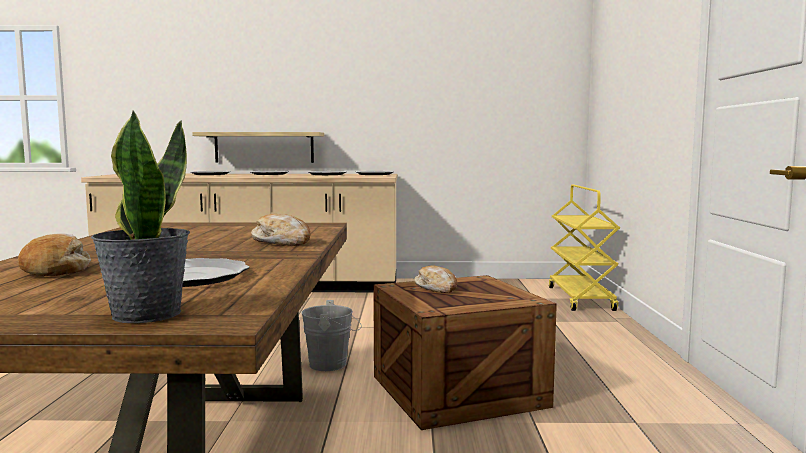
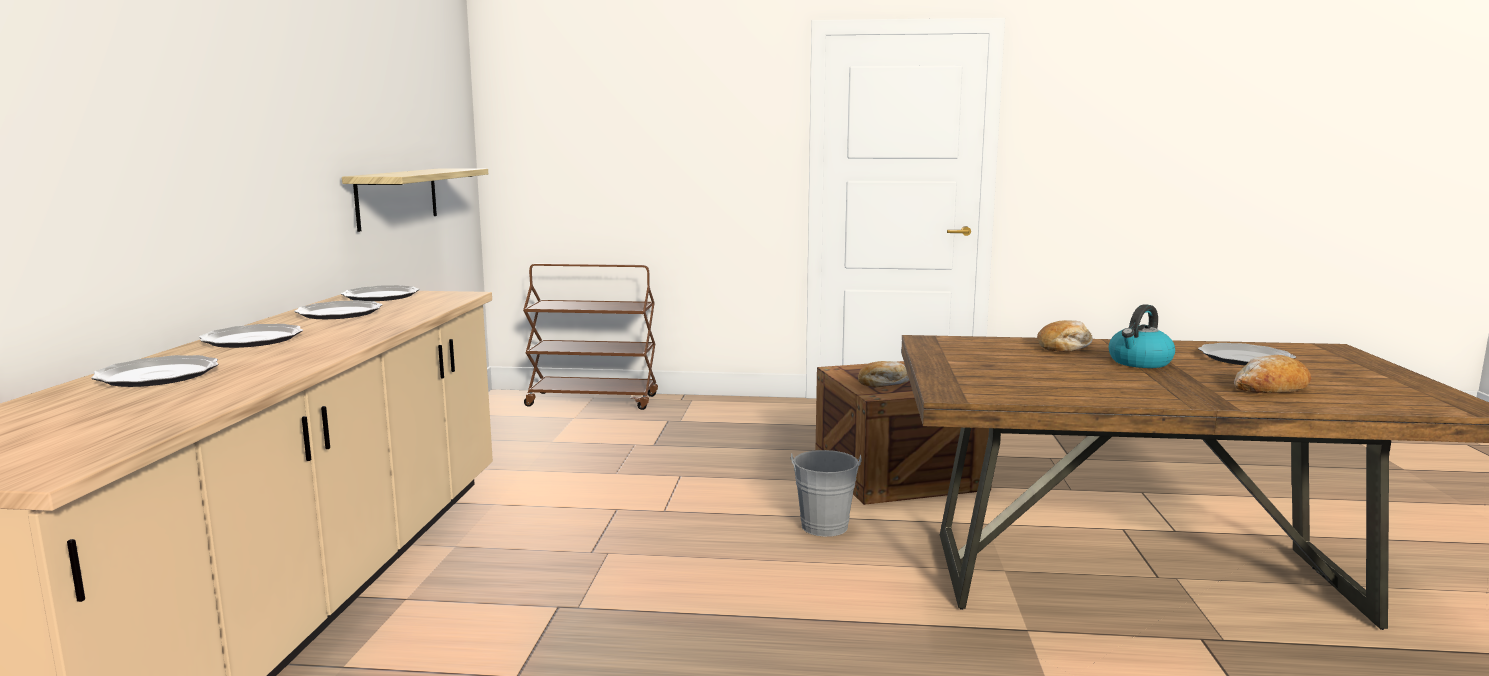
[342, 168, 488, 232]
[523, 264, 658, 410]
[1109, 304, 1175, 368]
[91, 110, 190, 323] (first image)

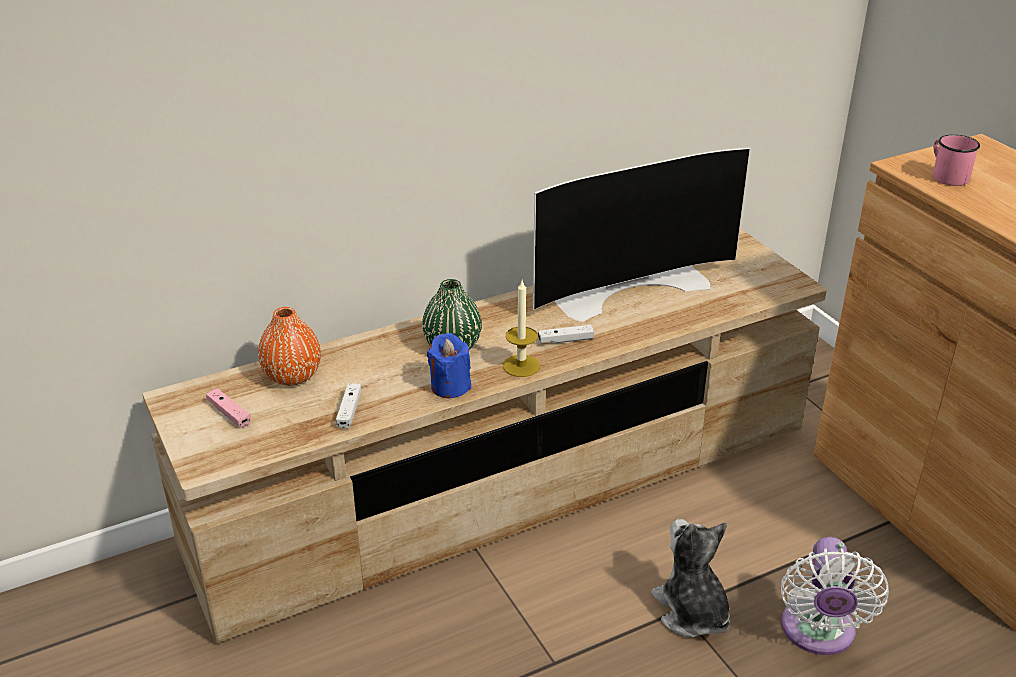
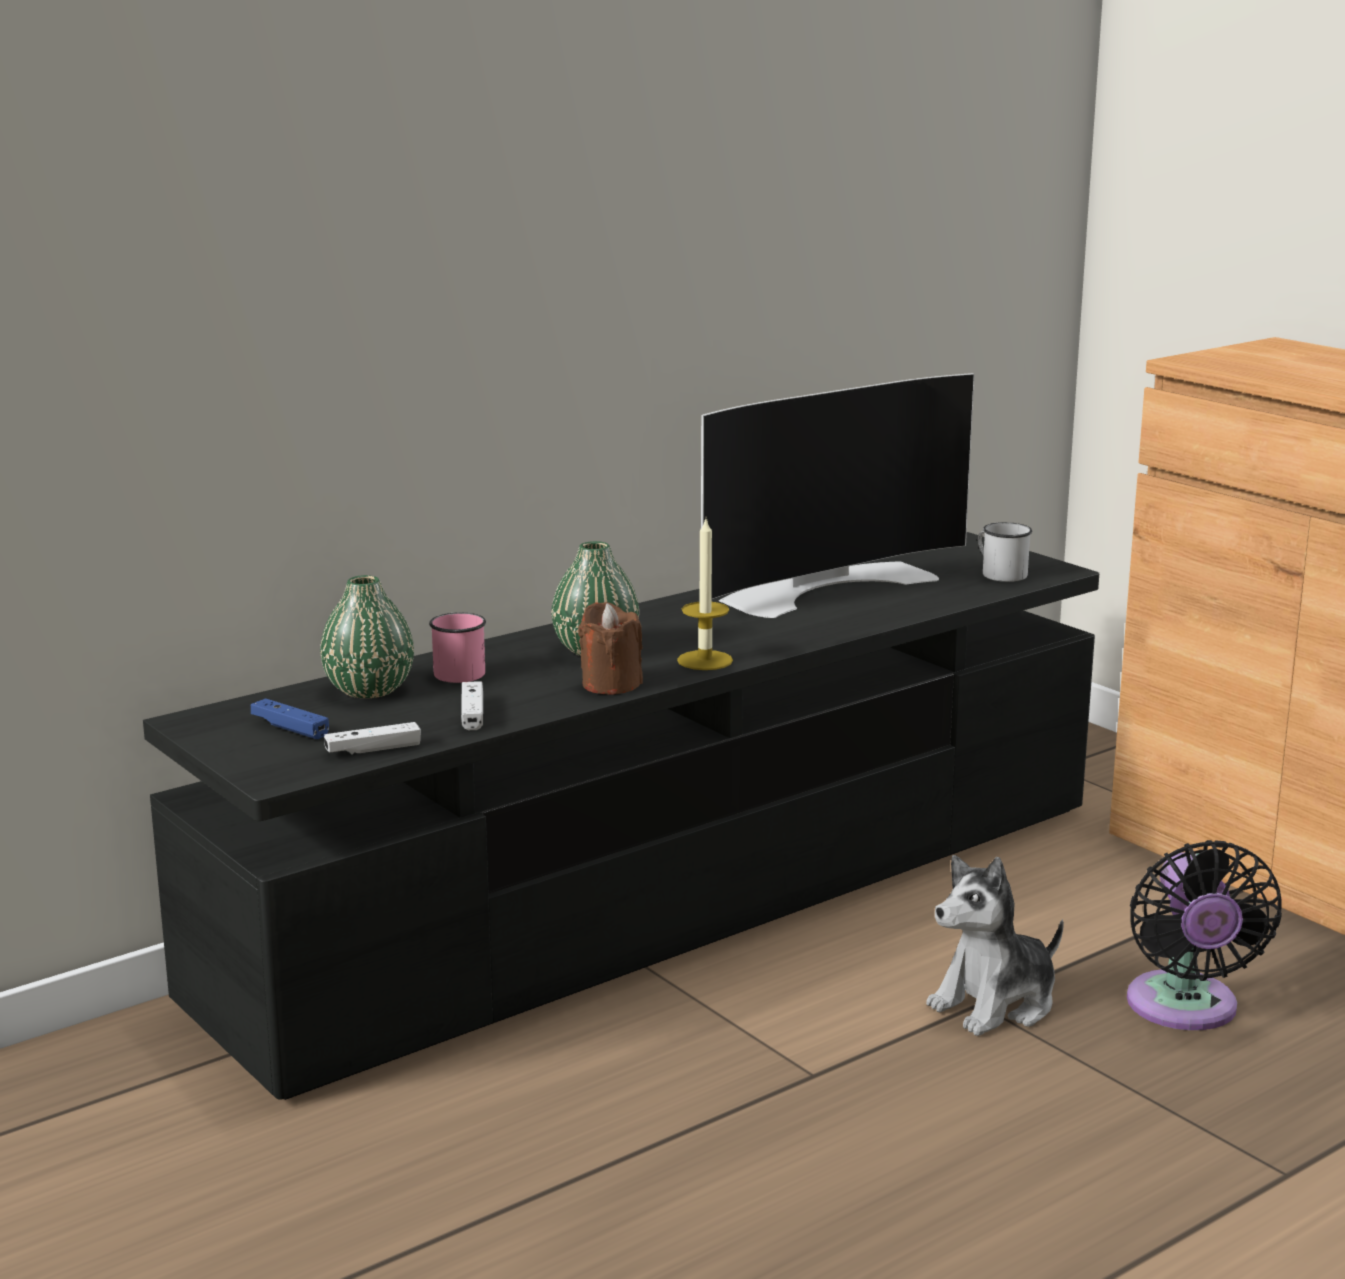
[143, 532, 1099, 1100]
[251, 698, 329, 739]
[320, 575, 414, 698]
[324, 722, 421, 755]
[429, 612, 486, 683]
[578, 602, 643, 695]
[926, 855, 1064, 1036]
[978, 522, 1032, 582]
[1127, 840, 1282, 1030]

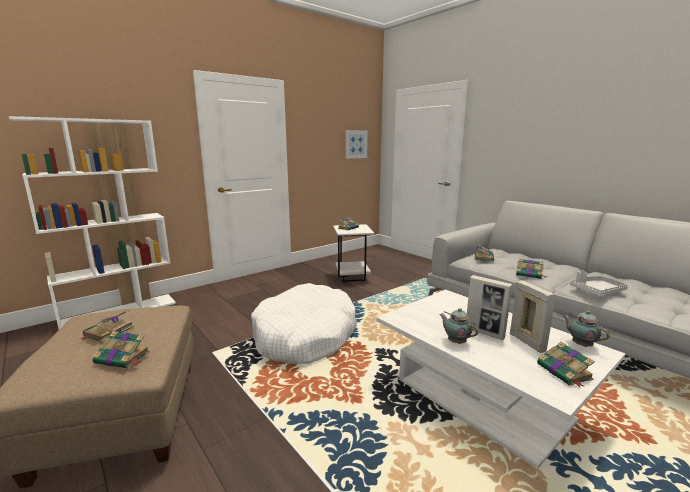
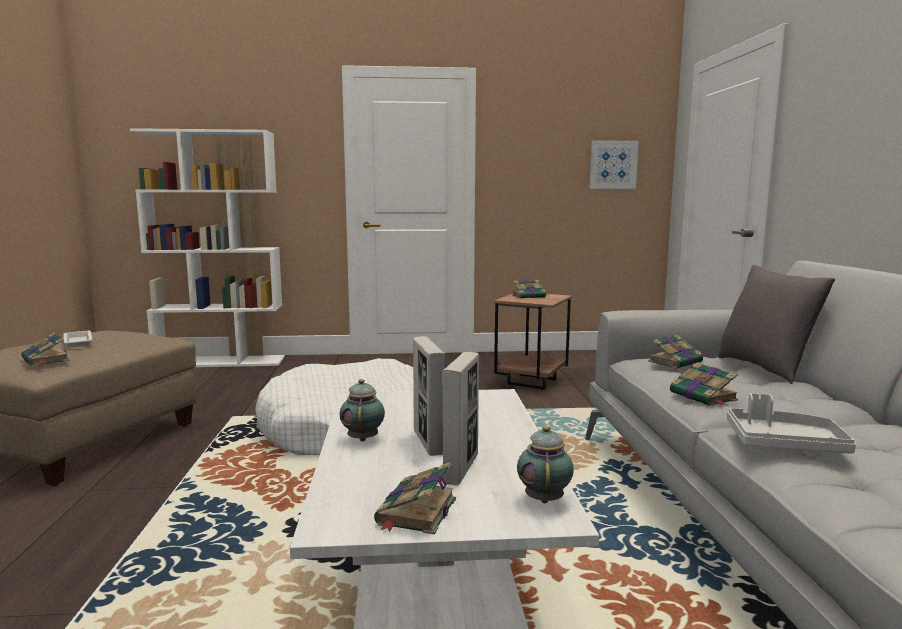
[63, 331, 93, 347]
[494, 294, 572, 390]
[718, 265, 835, 384]

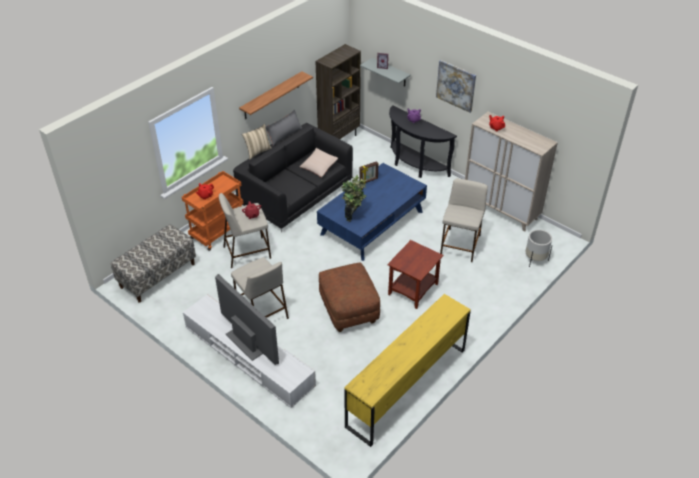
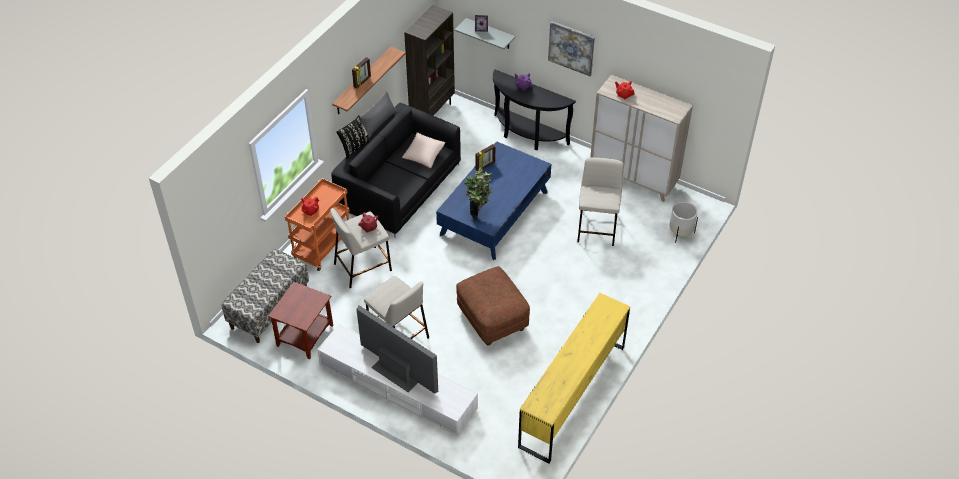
[268, 282, 333, 359]
[337, 115, 369, 159]
[352, 57, 371, 89]

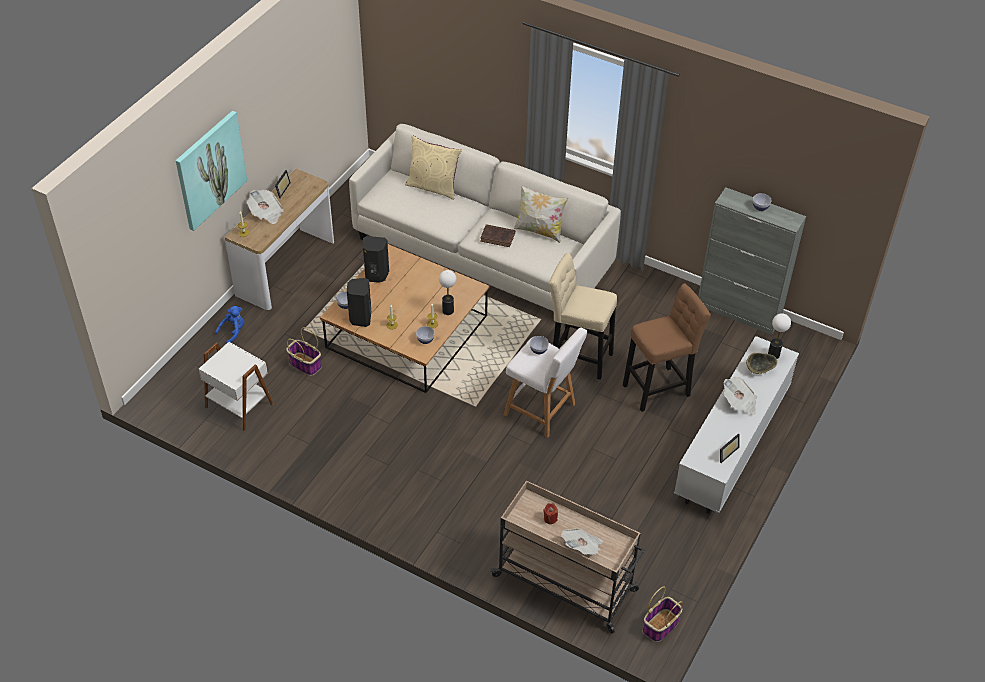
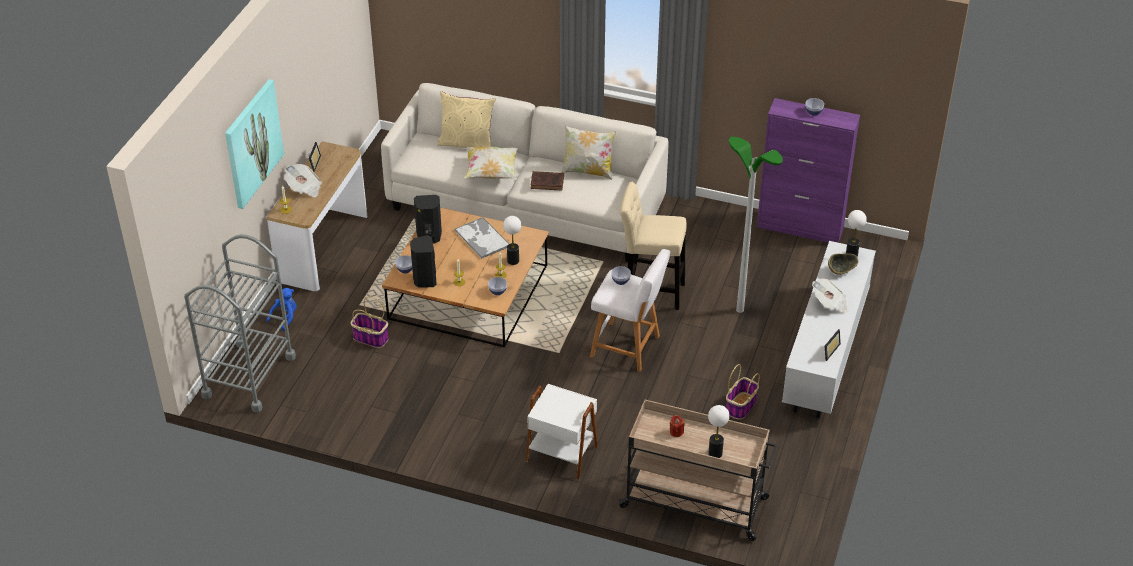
[184, 234, 296, 412]
[455, 217, 509, 259]
[464, 146, 518, 179]
[526, 384, 598, 479]
[708, 405, 730, 458]
[726, 364, 760, 420]
[729, 137, 783, 313]
[757, 98, 860, 243]

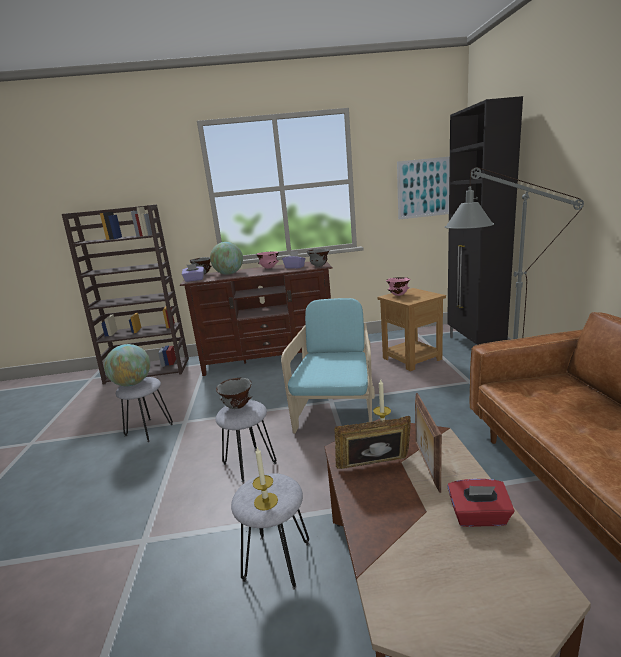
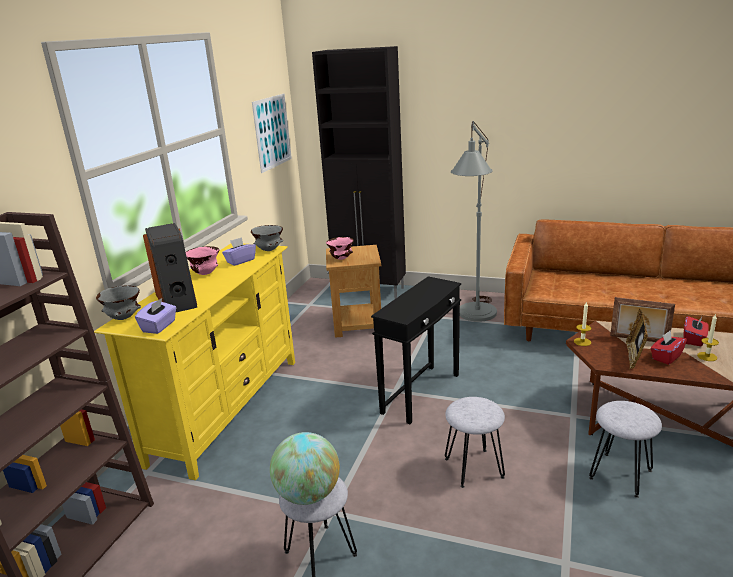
[94, 244, 295, 480]
[143, 223, 197, 312]
[371, 276, 461, 424]
[651, 330, 687, 365]
[697, 314, 719, 361]
[216, 378, 252, 409] (first image)

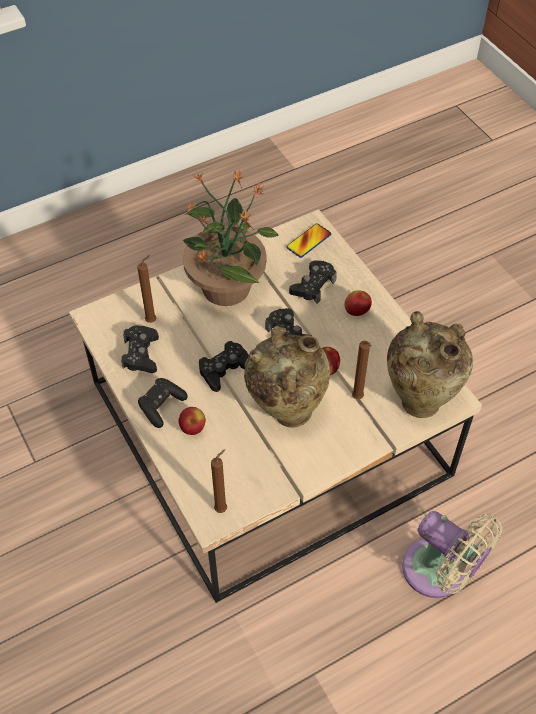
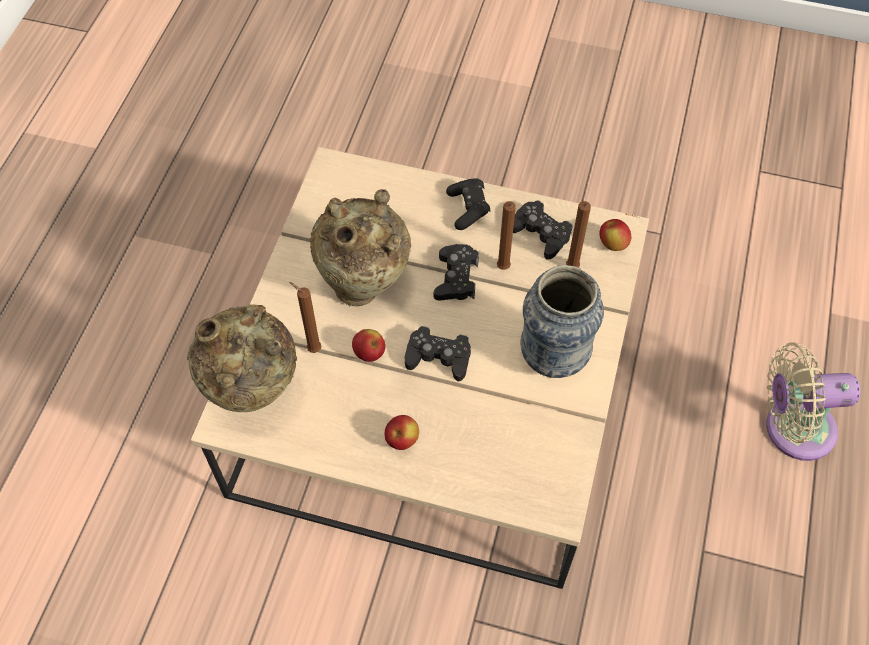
[497, 201, 516, 270]
[520, 265, 604, 378]
[599, 219, 631, 251]
[766, 342, 861, 461]
[286, 223, 331, 258] (first image)
[289, 260, 337, 304] (first image)

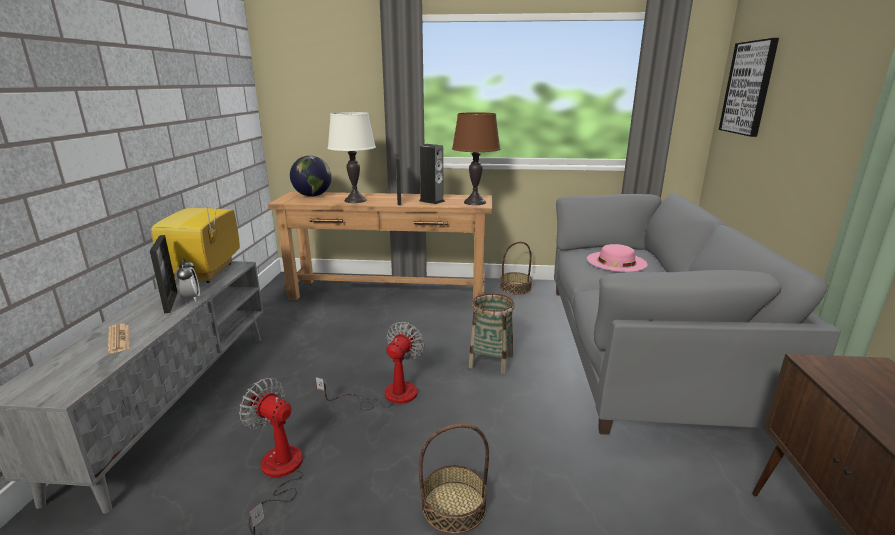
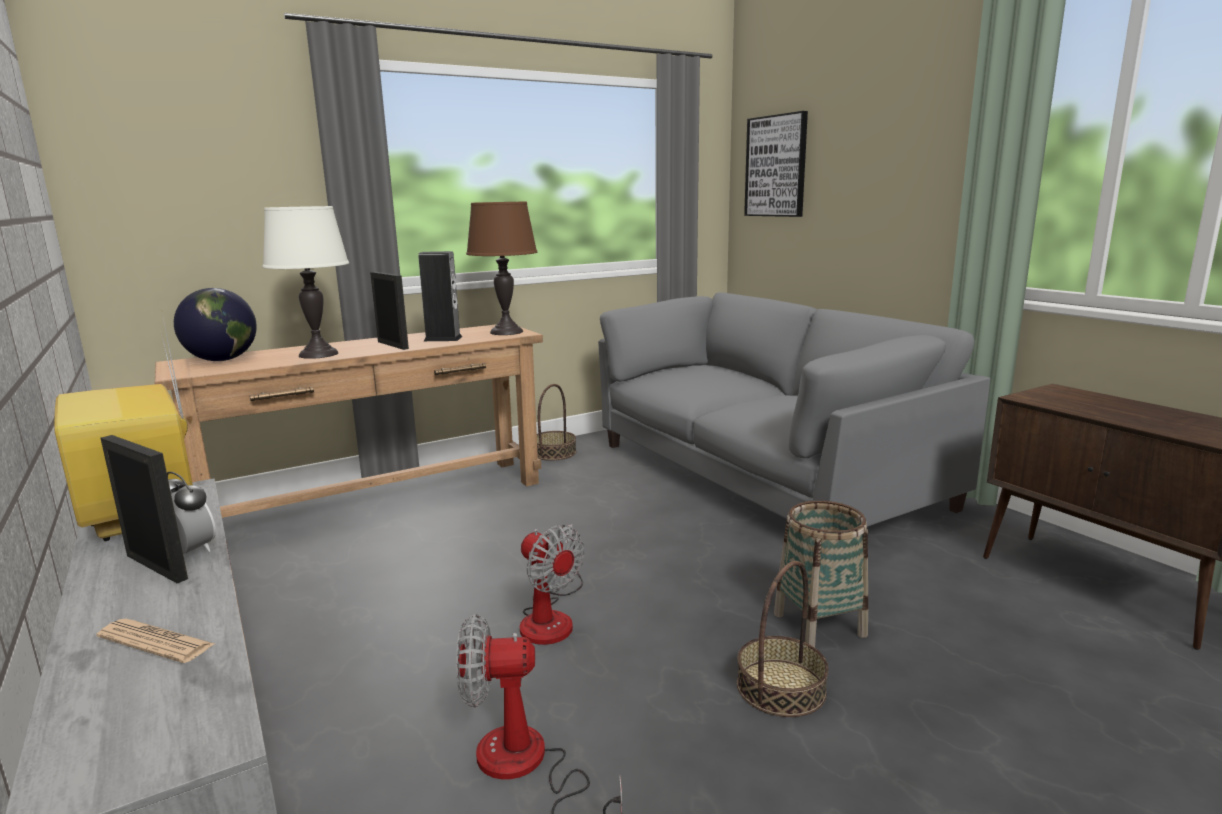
[520, 524, 584, 645]
[774, 501, 868, 648]
[587, 244, 648, 272] (first image)

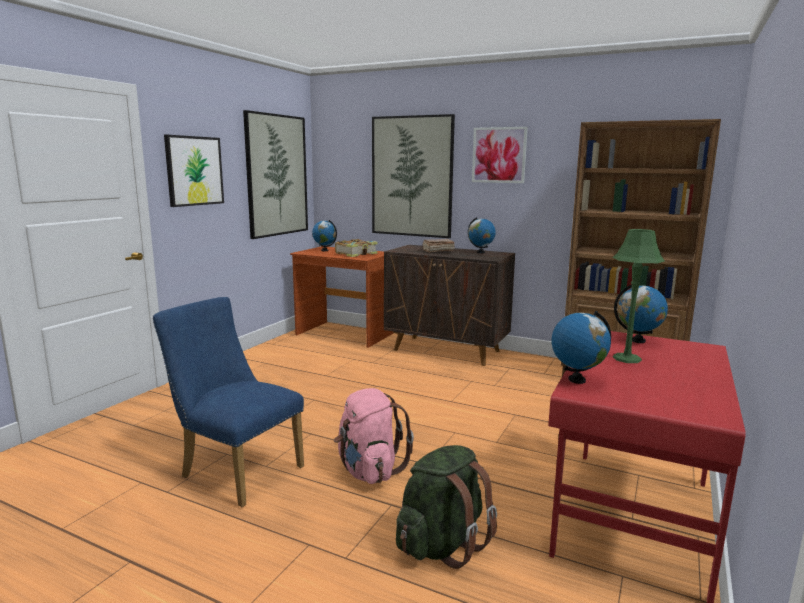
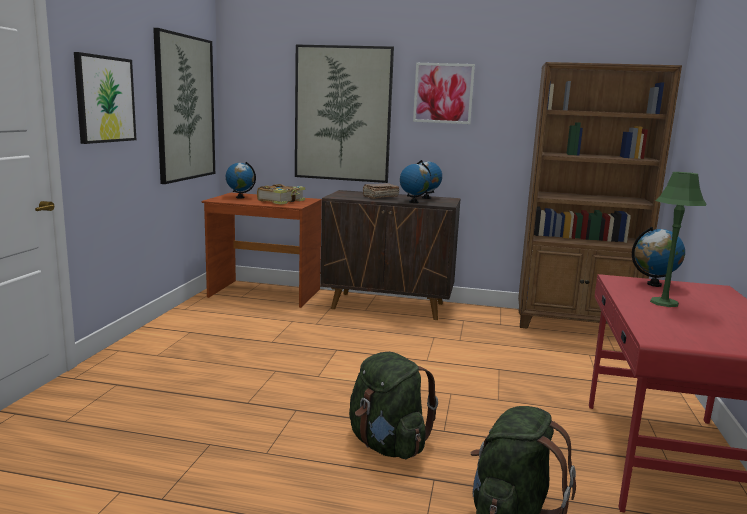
[349, 352, 438, 459]
[400, 163, 431, 203]
[153, 297, 304, 507] (first image)

